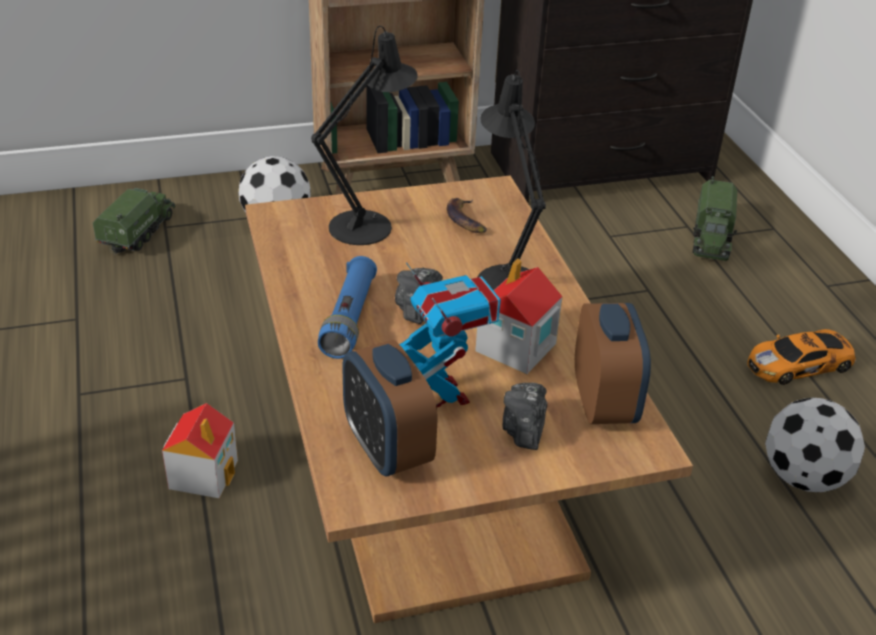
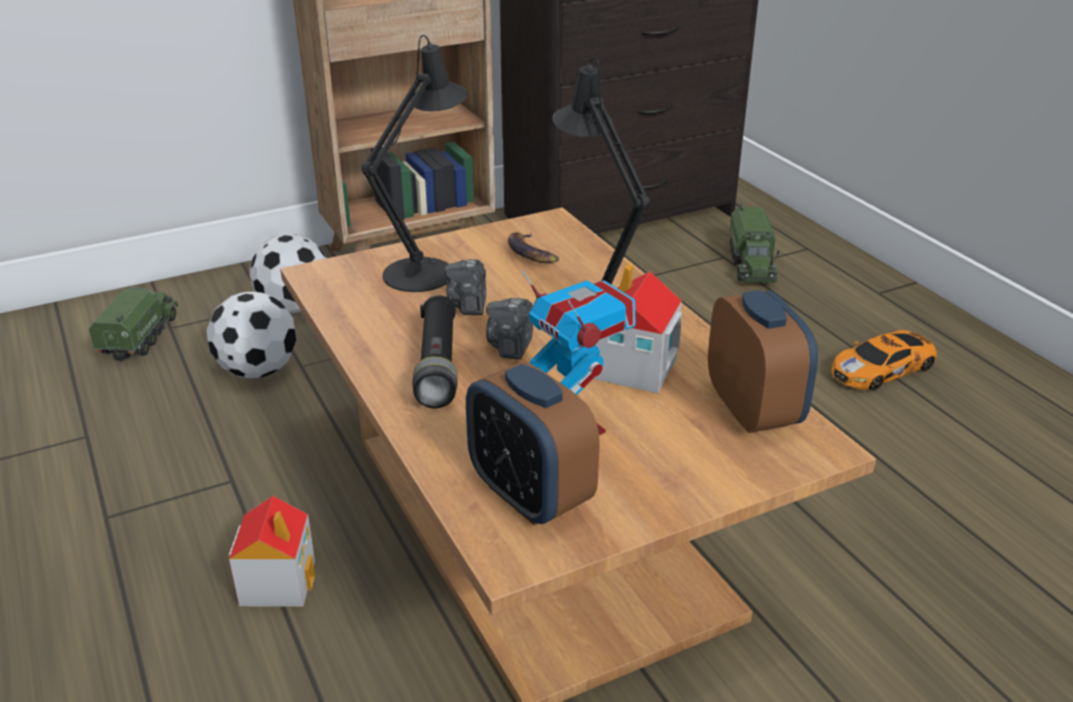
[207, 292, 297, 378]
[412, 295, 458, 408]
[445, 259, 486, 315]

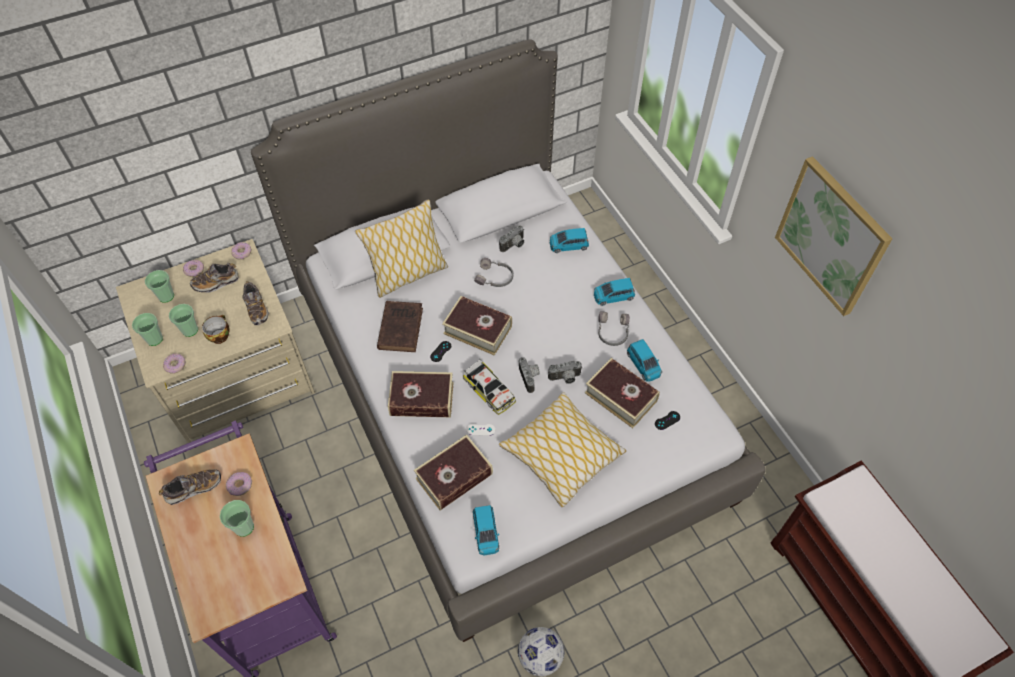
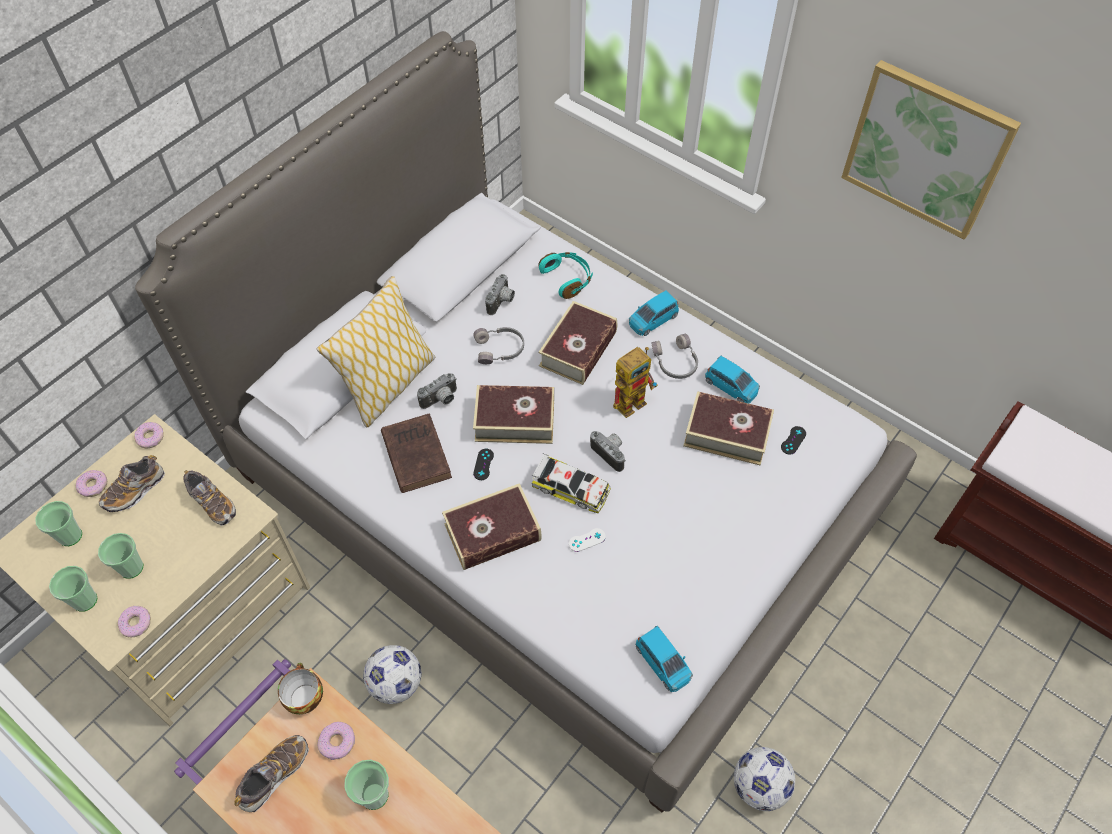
[278, 663, 323, 714]
[363, 645, 421, 704]
[417, 373, 457, 409]
[538, 252, 593, 299]
[539, 301, 617, 385]
[613, 347, 658, 418]
[499, 392, 627, 507] (first image)

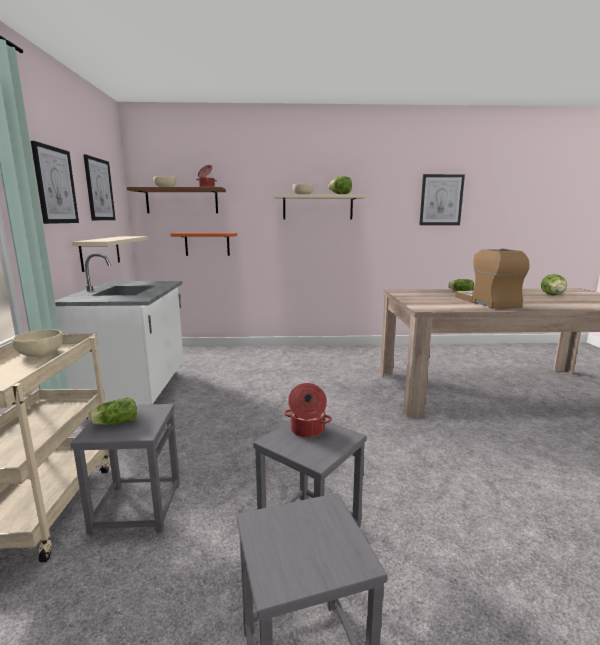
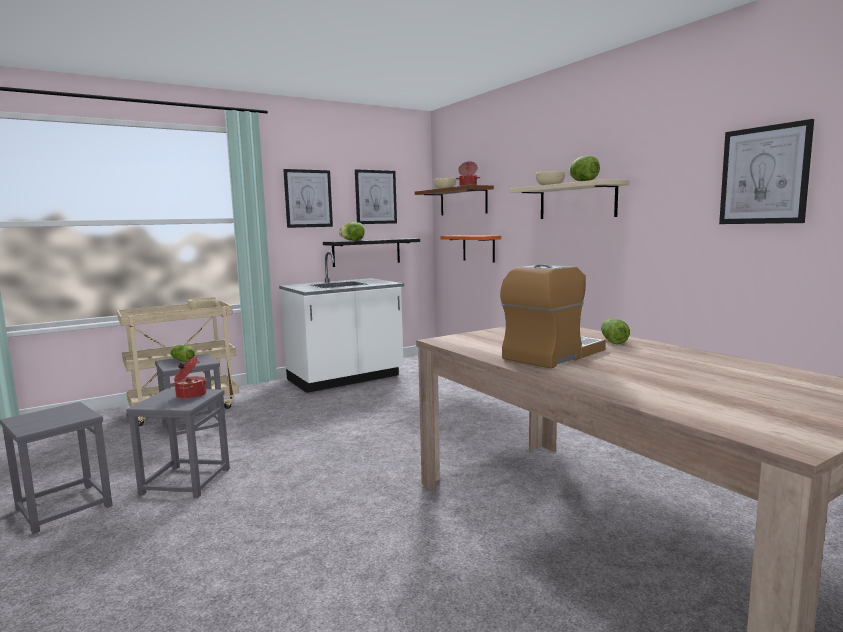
[323, 238, 420, 267]
[339, 222, 364, 241]

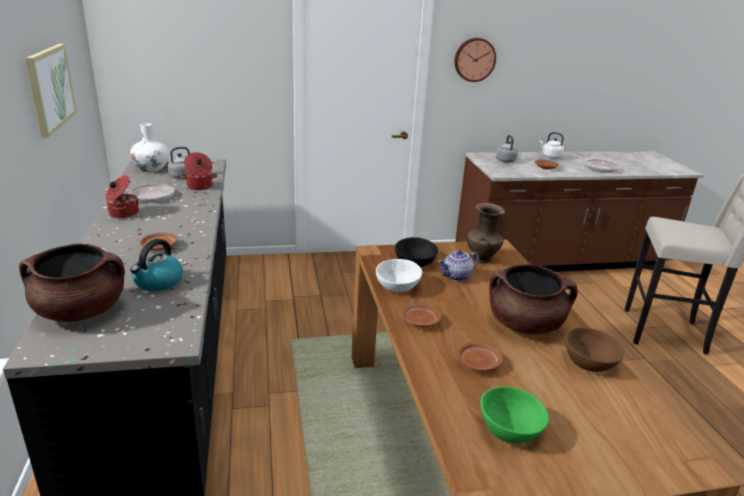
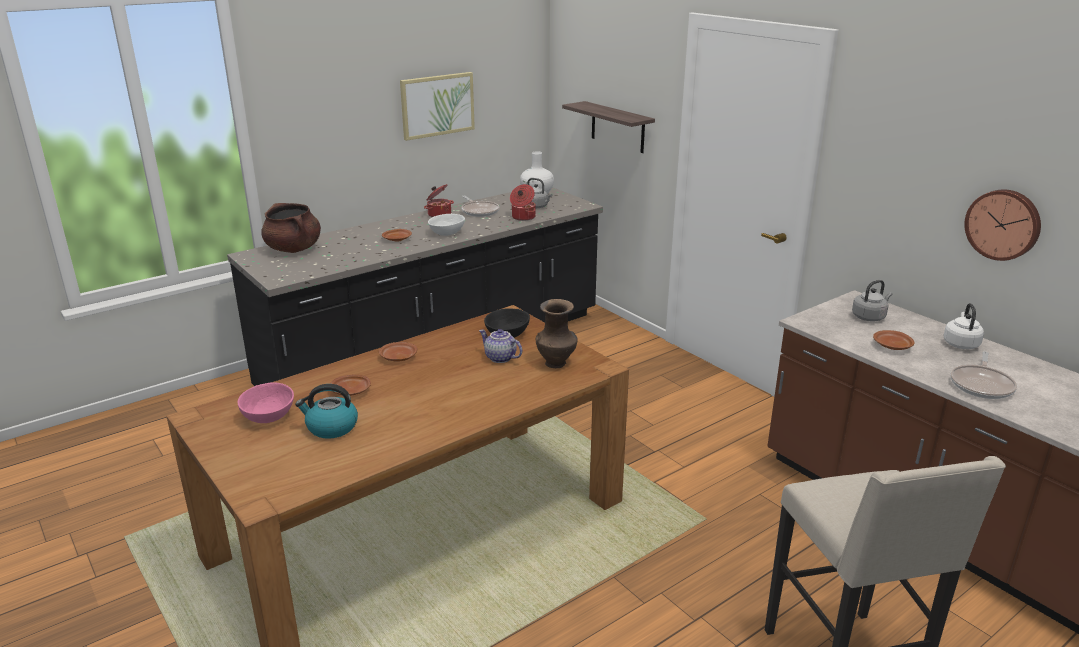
[238, 383, 294, 423]
[295, 384, 358, 439]
[428, 214, 465, 236]
[562, 101, 655, 153]
[964, 189, 1041, 261]
[489, 264, 578, 334] (first image)
[565, 327, 624, 372] (first image)

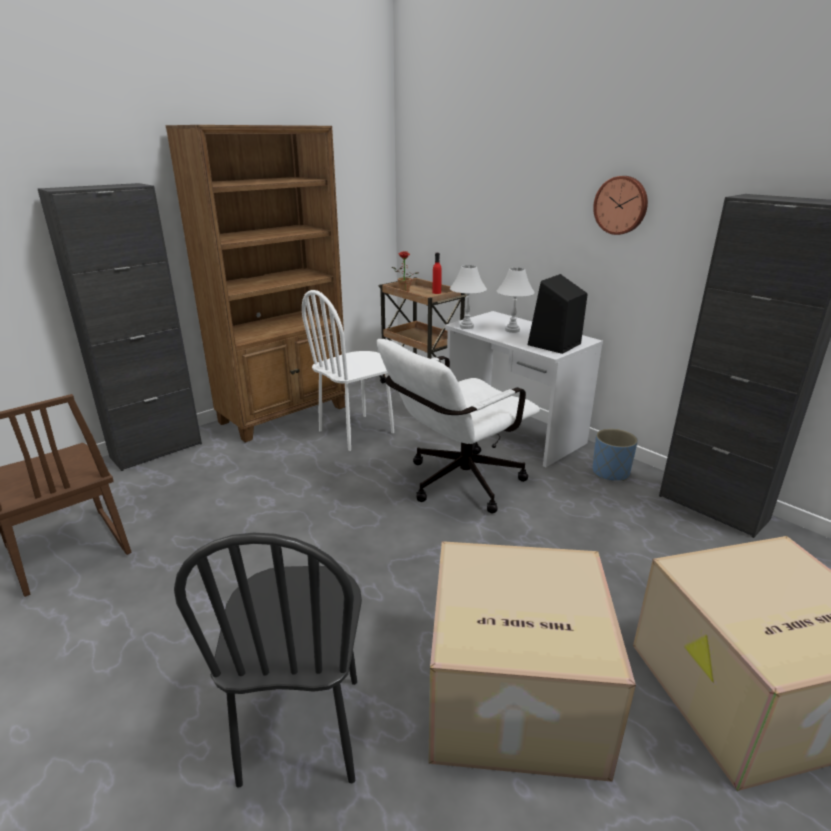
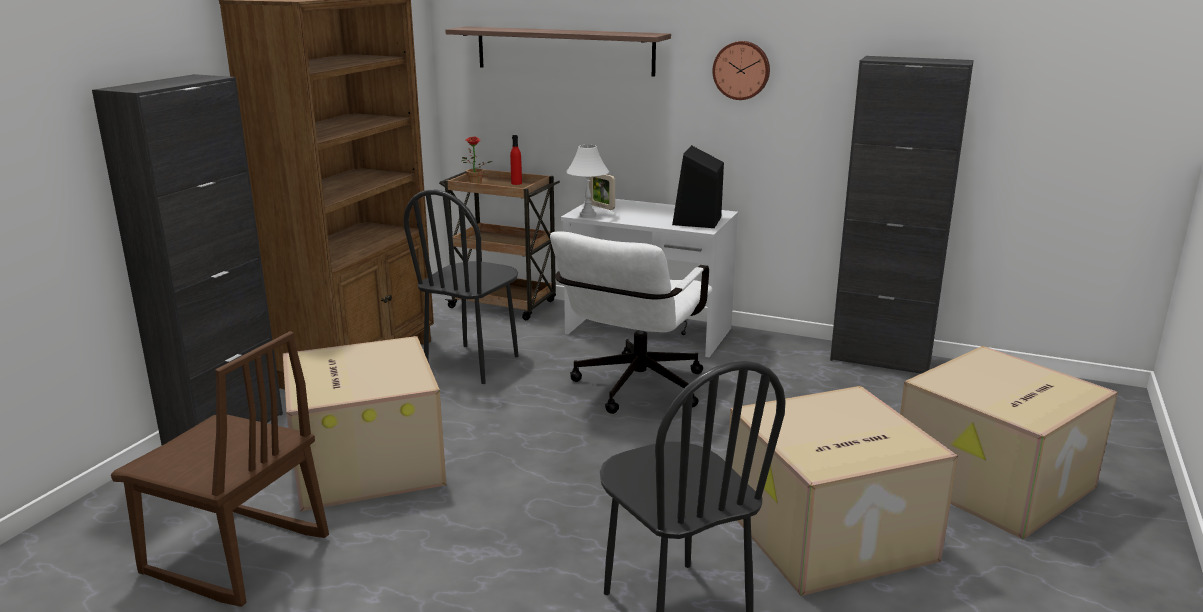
[283, 336, 446, 511]
[404, 190, 519, 384]
[445, 27, 671, 77]
[589, 174, 615, 210]
[496, 268, 535, 333] (first image)
[592, 428, 638, 481] (first image)

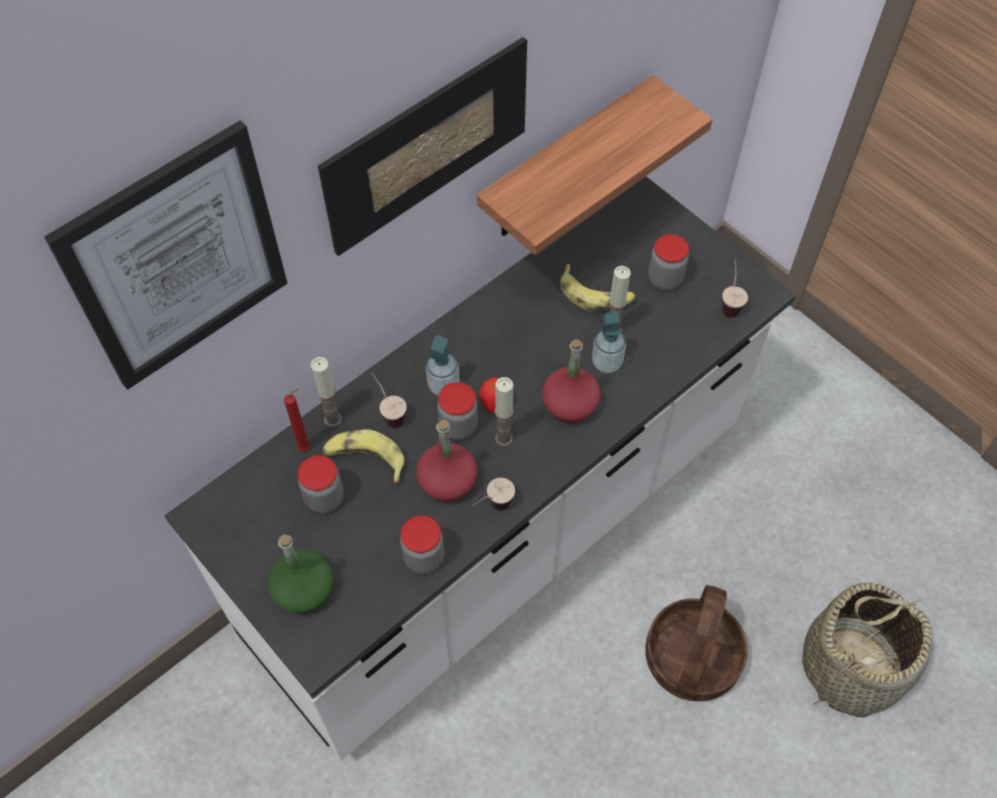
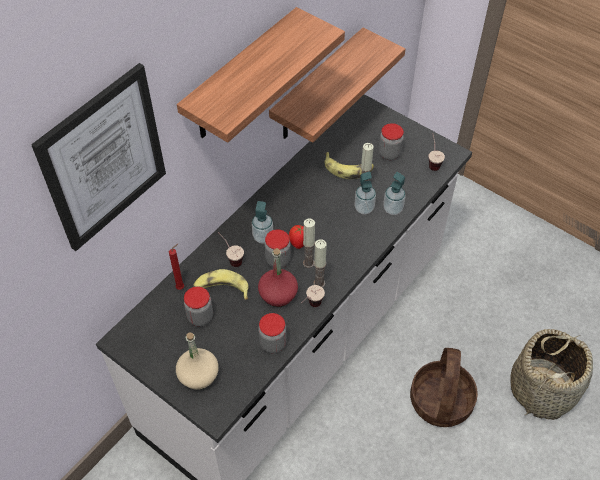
[176, 333, 219, 390]
[177, 7, 345, 143]
[313, 239, 327, 288]
[383, 172, 406, 215]
[542, 340, 601, 423] (first image)

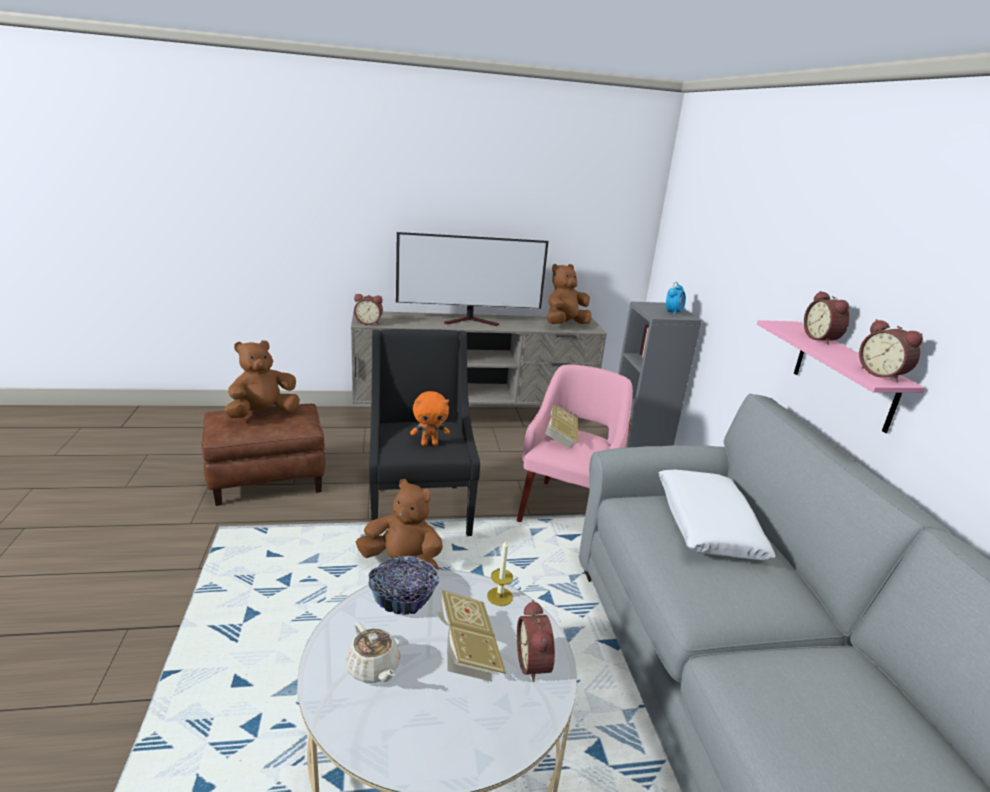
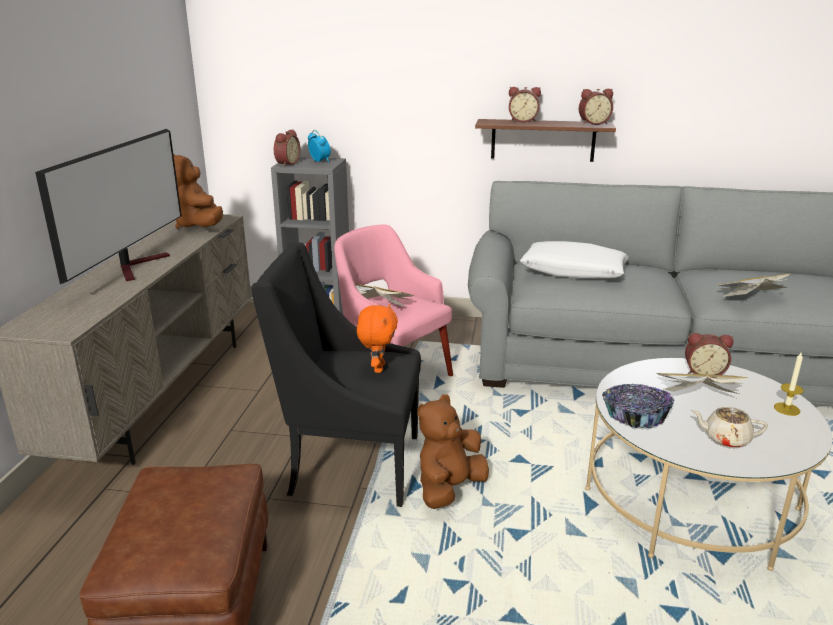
[274, 129, 300, 166]
[475, 119, 616, 162]
[691, 407, 768, 448]
[715, 273, 791, 297]
[774, 351, 804, 416]
[224, 340, 300, 418] (first image)

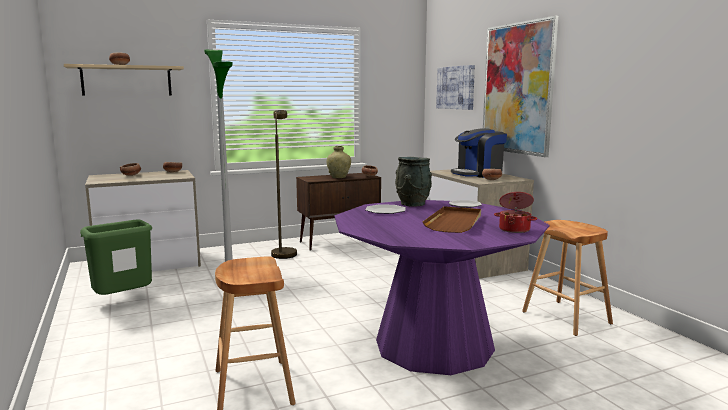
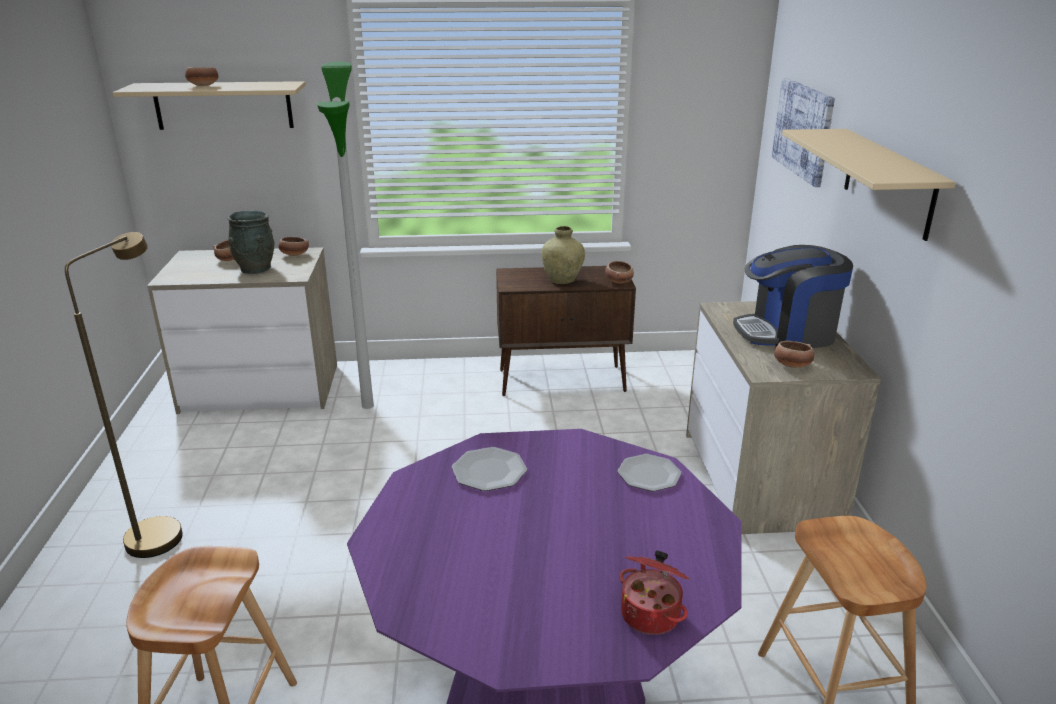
[65, 232, 183, 558]
[227, 211, 275, 274]
[782, 129, 956, 241]
[80, 220, 152, 295] (first image)
[423, 206, 481, 233] (first image)

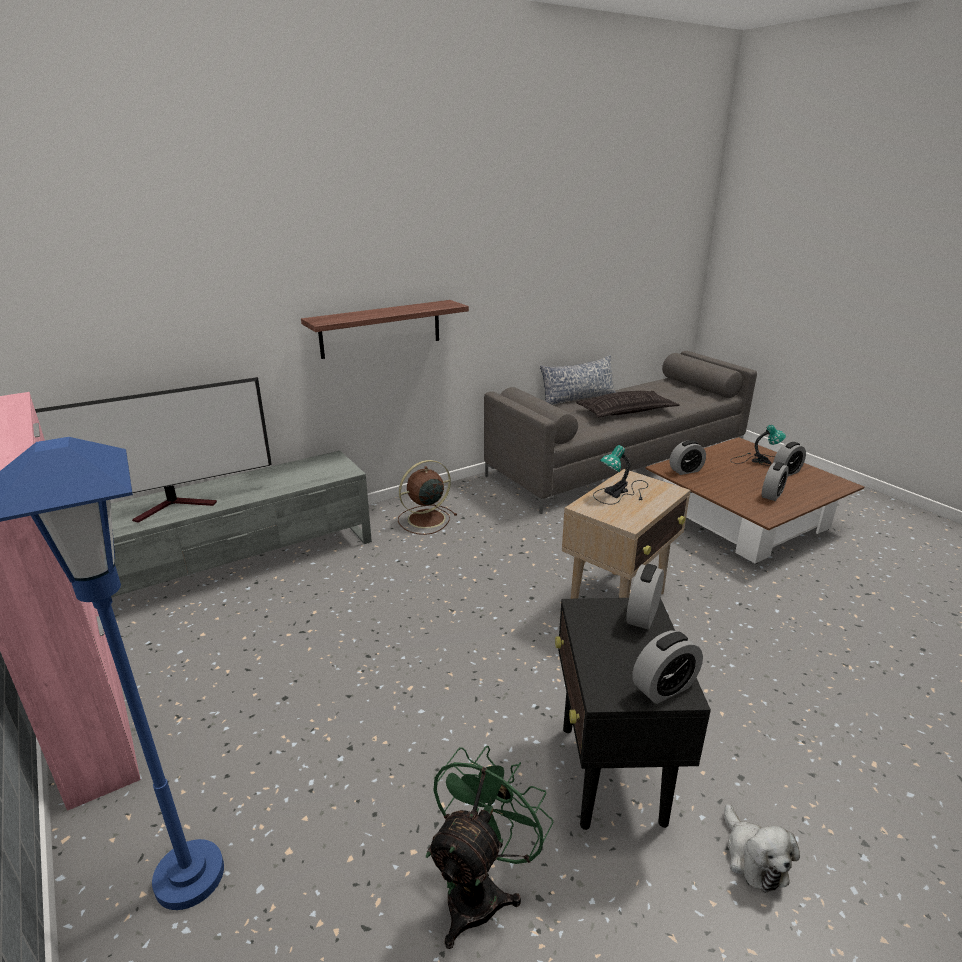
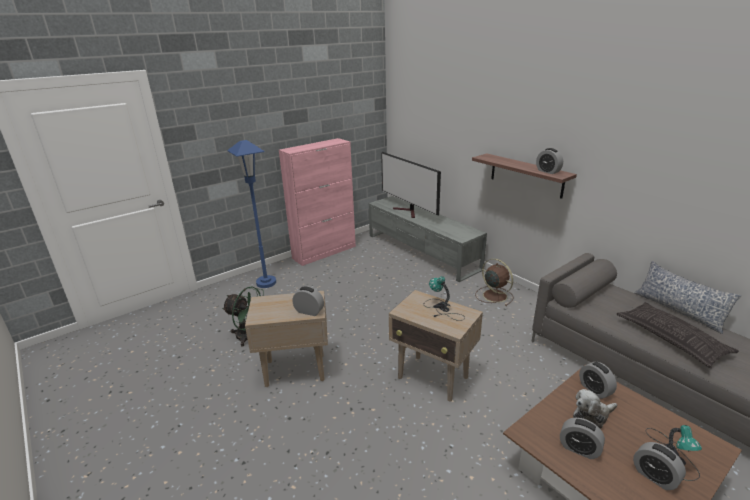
[245, 291, 328, 387]
[536, 148, 563, 174]
[573, 389, 617, 428]

